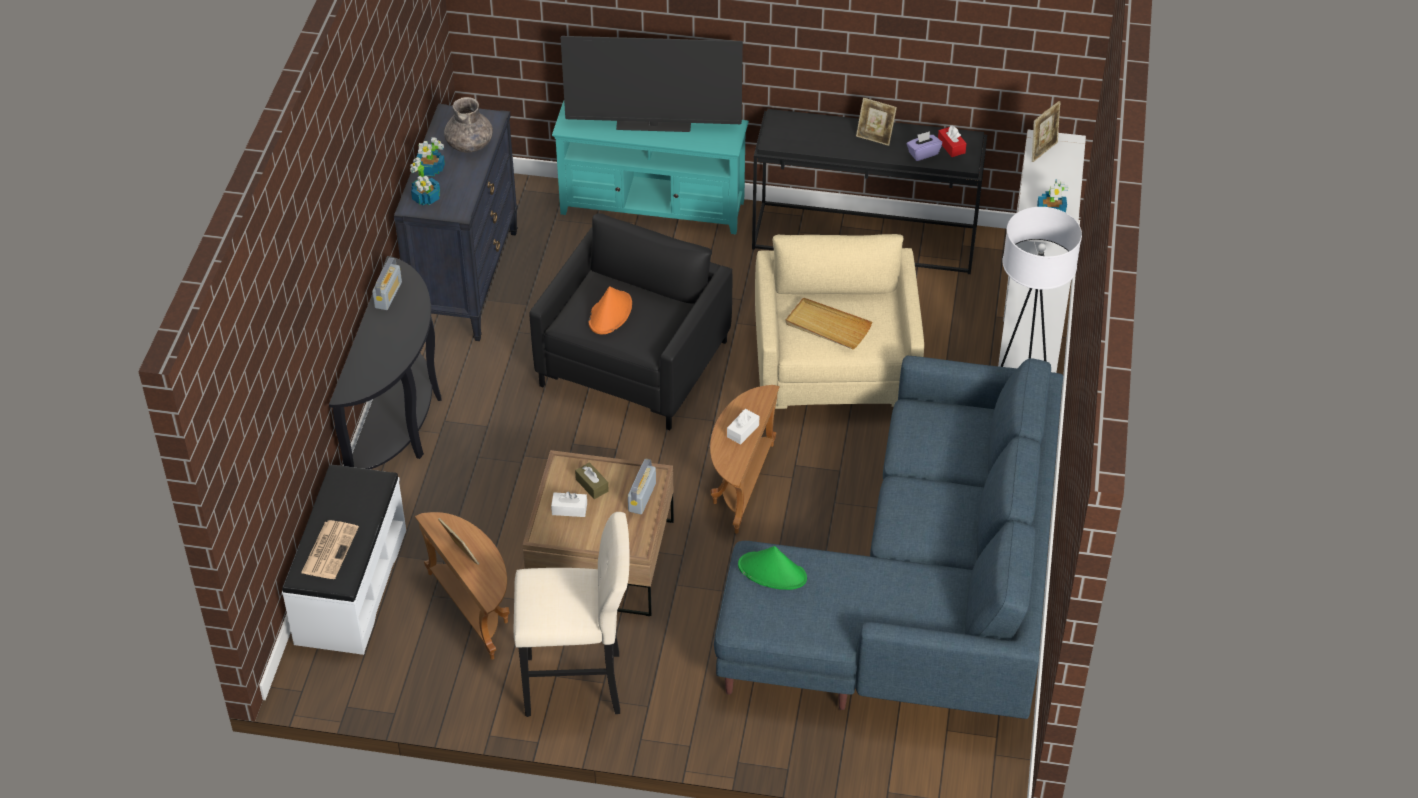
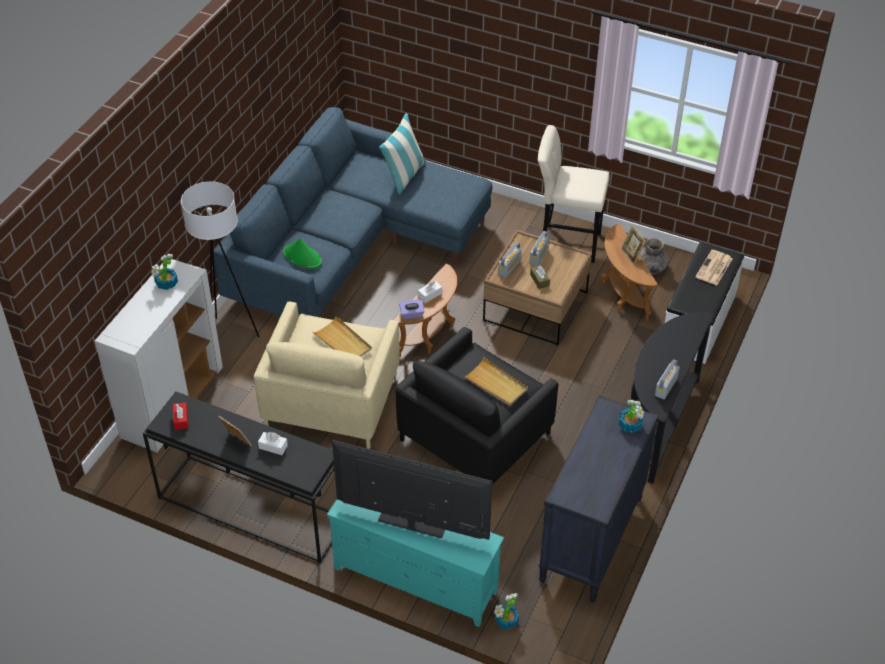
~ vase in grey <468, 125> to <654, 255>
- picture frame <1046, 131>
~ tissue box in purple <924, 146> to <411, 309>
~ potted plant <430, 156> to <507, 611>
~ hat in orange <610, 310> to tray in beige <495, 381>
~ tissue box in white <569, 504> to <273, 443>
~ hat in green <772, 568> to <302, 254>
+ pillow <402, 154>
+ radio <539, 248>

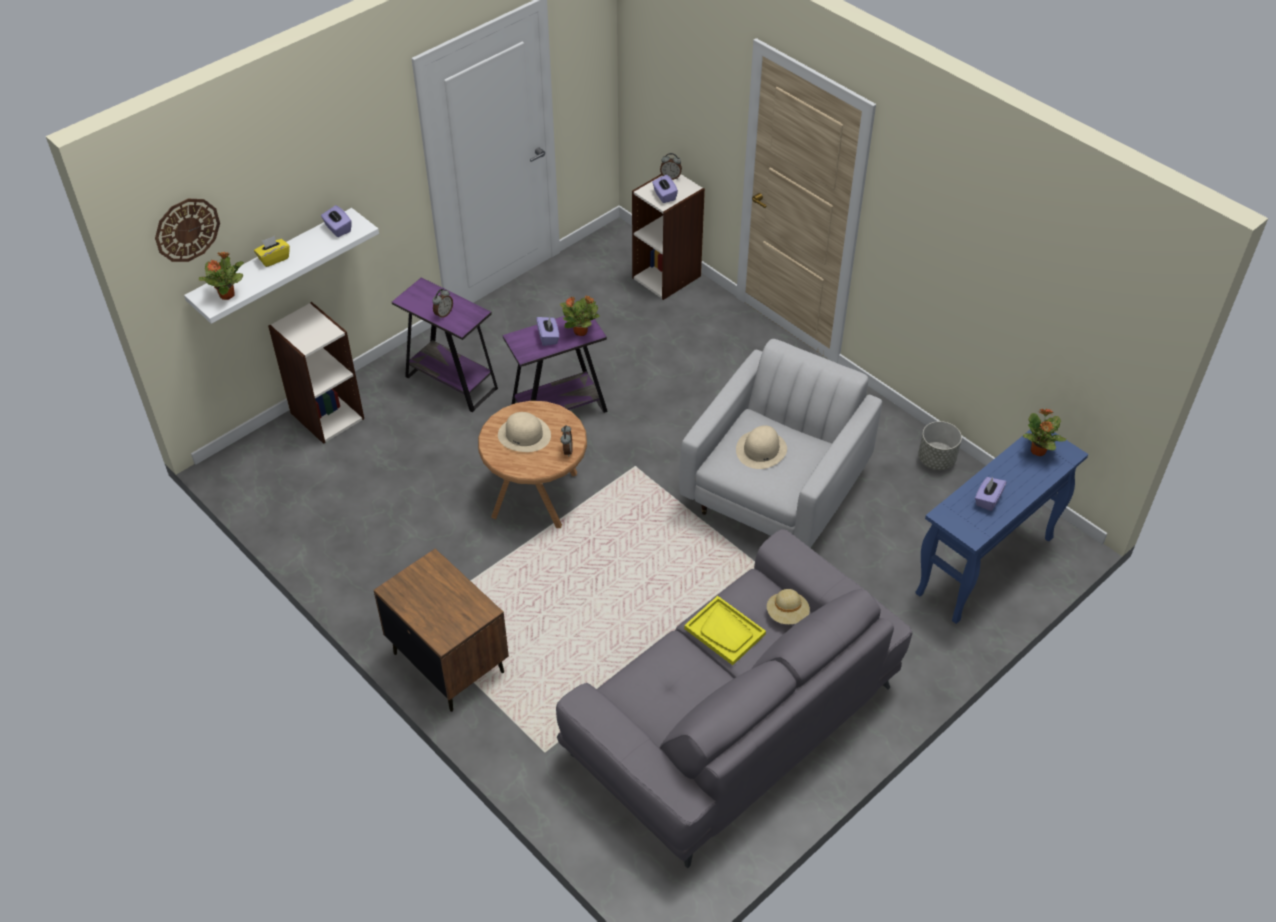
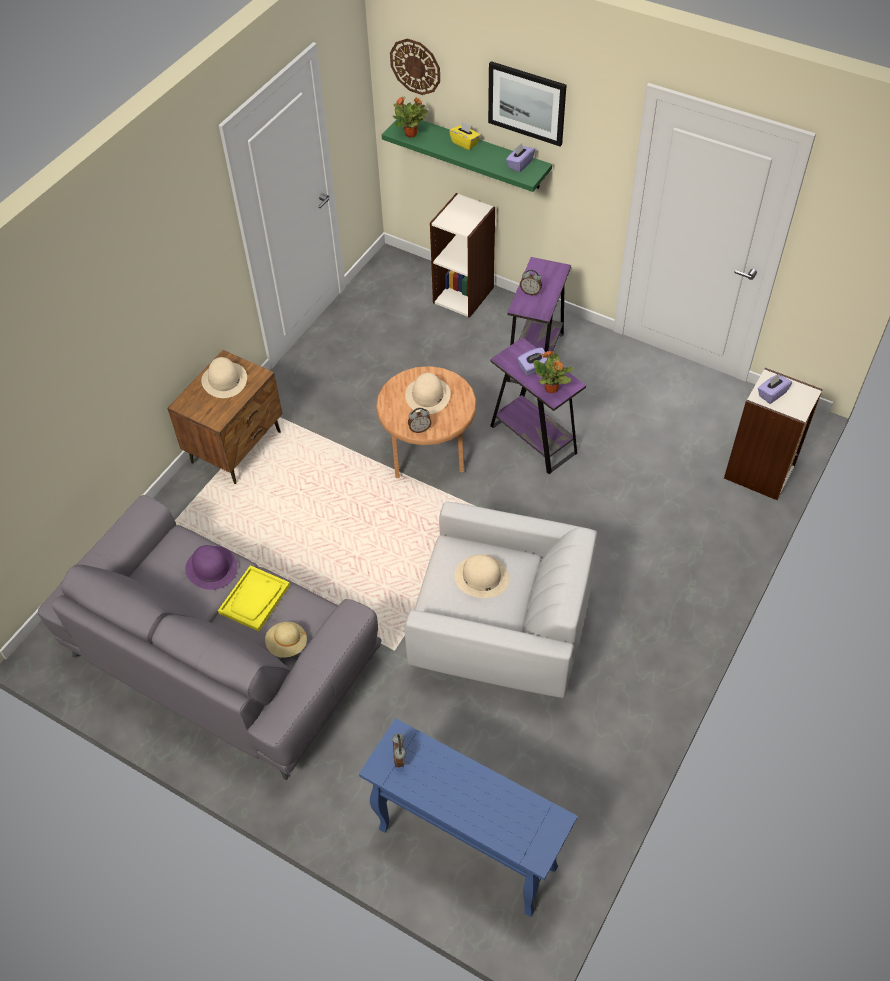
~ alarm clock <671, 166> to <399, 750>
~ shelf in white <281, 266> to shelf in green <467, 155>
- potted plant <1044, 432>
- planter in grey <940, 445>
- tissue box in purple <991, 494>
+ picture <527, 103>
+ hat in beige <224, 377>
+ hat in purple <211, 567>

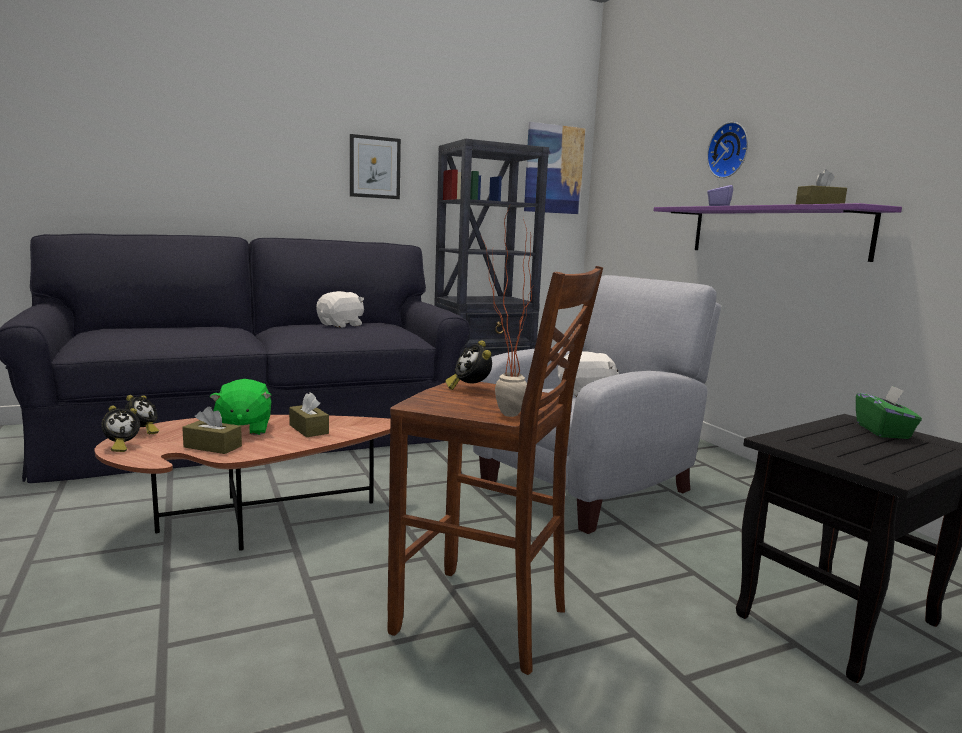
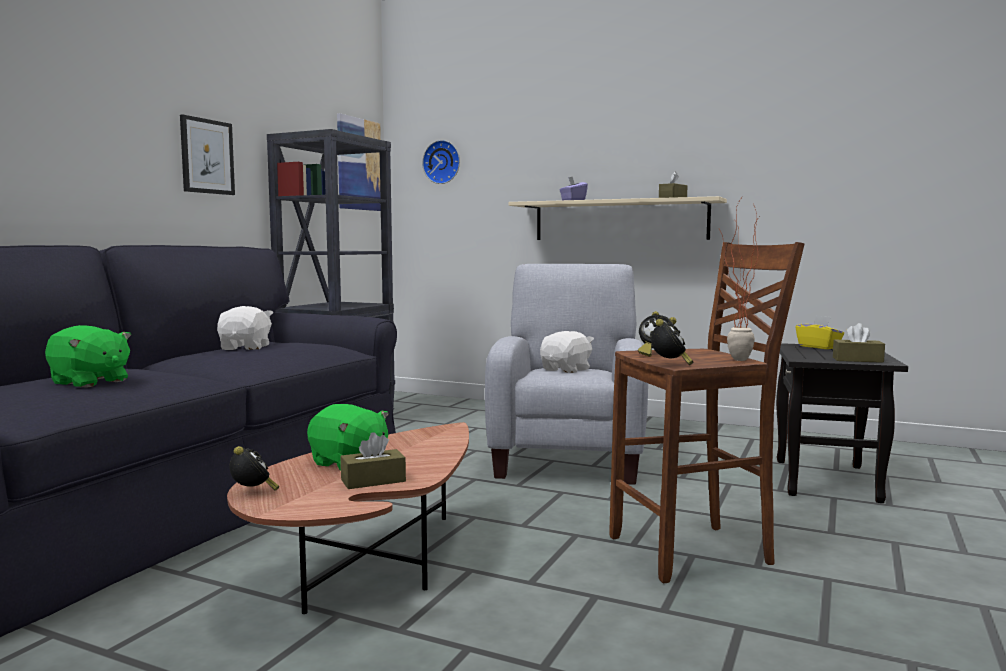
~ wall clock <727, 150> to <441, 162>
~ shelf in purple <778, 232> to shelf in beige <617, 218>
~ tissue box in green <889, 412> to tissue box in yellow <819, 332>
~ tissue box in brown <309, 414> to <859, 343>
~ alarm clock <120, 429> to <672, 342>
+ plush toy in green <88, 356>

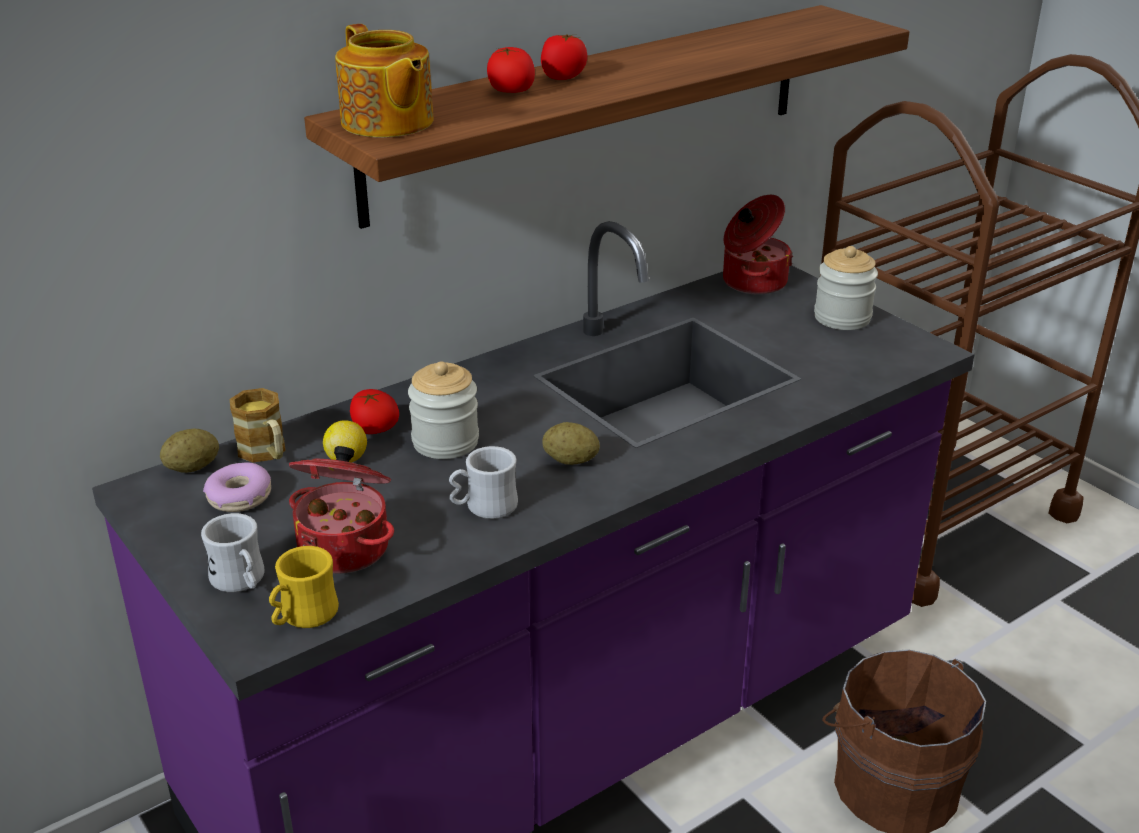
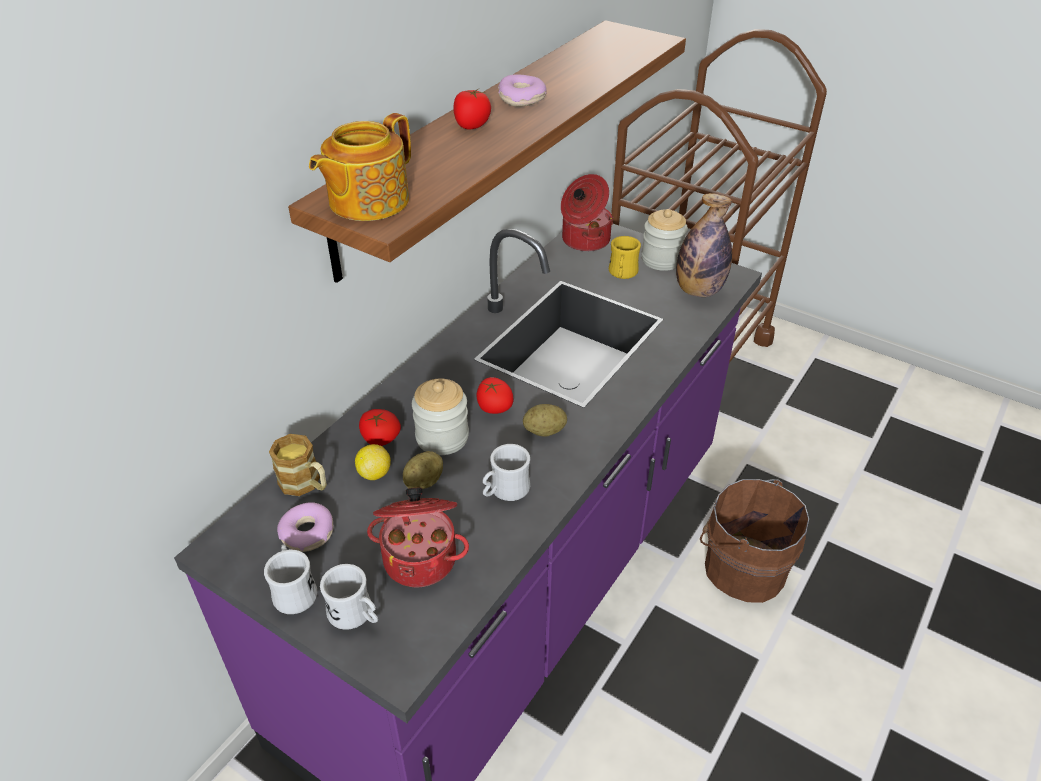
~ teapot <384, 81> = <360, 167> 90 degrees clockwise
~ tomato <511, 70> to <495, 395>
~ potato <189, 451> to <423, 470>
~ mug in yellow <304, 587> to <625, 257>
+ donut <522, 90>
+ bottle <704, 245>
+ mug in white <290, 579>

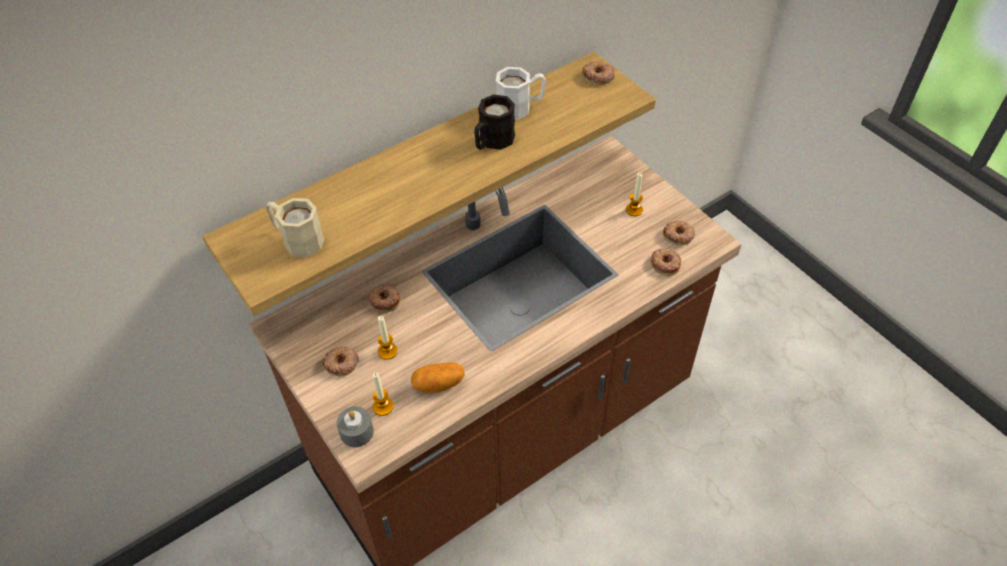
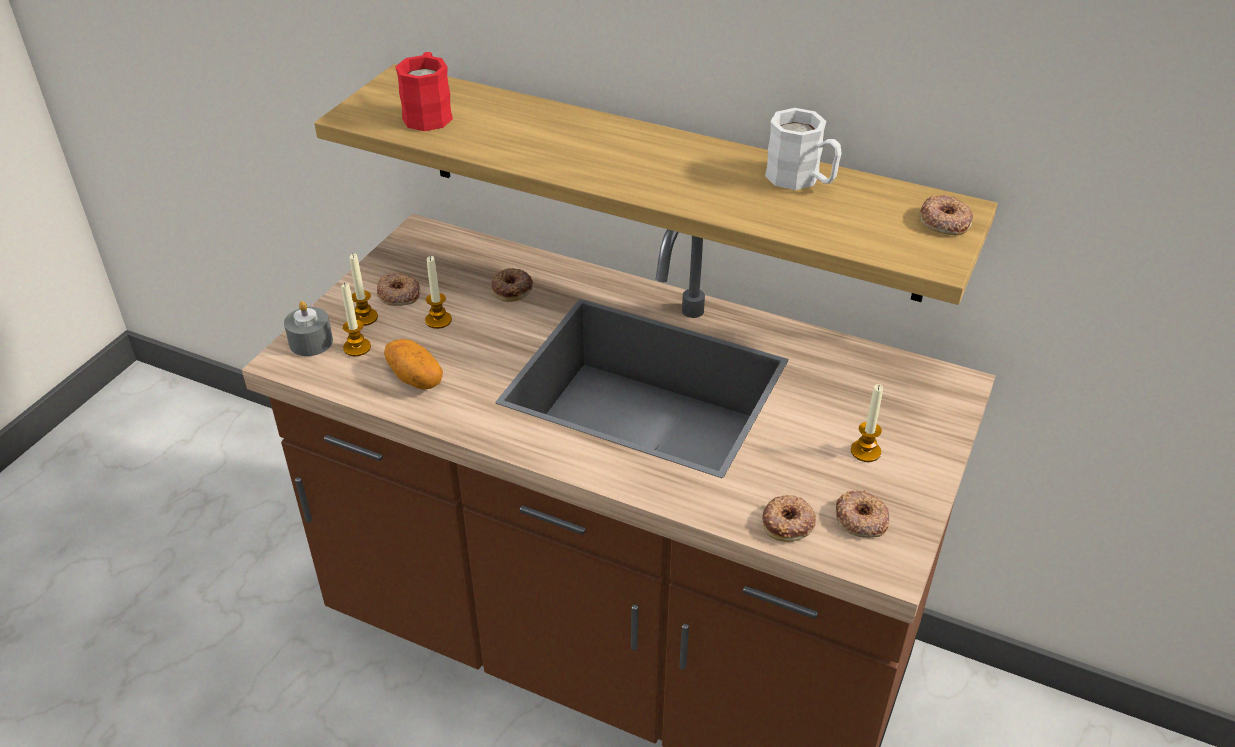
- mug in black <494, 122>
~ mug in beige <295, 227> to mug in red <424, 91>
+ candle <364, 290>

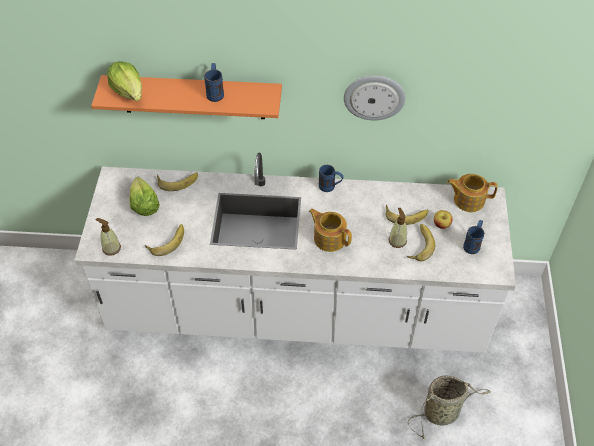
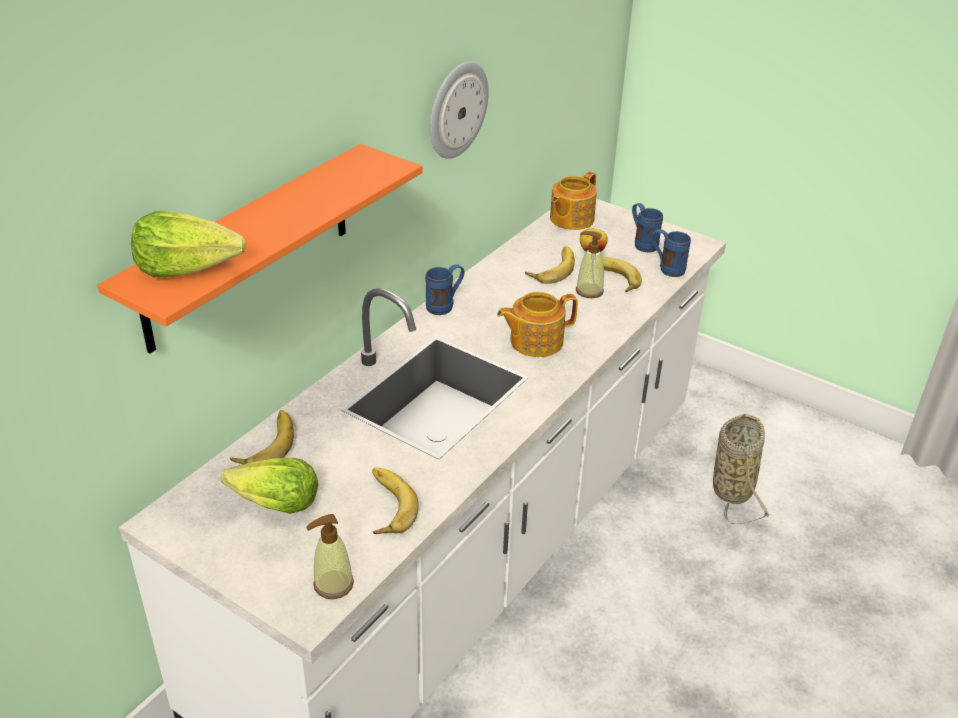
~ mug in blue <214, 82> to <671, 253>

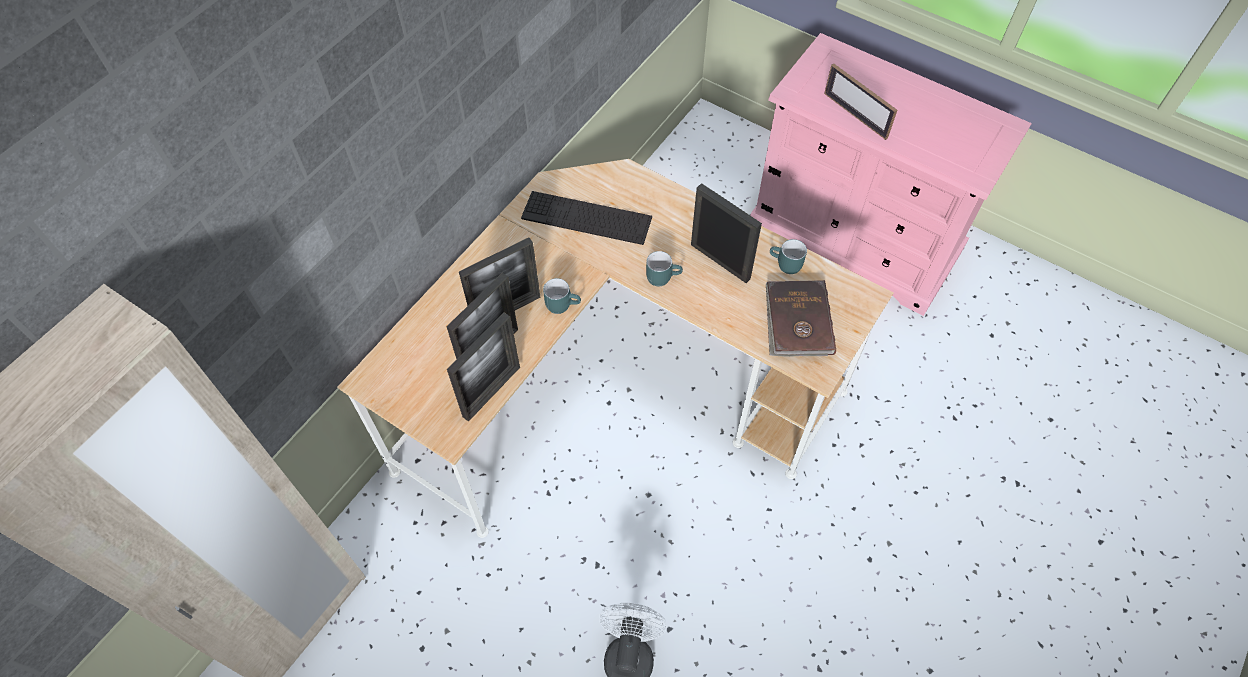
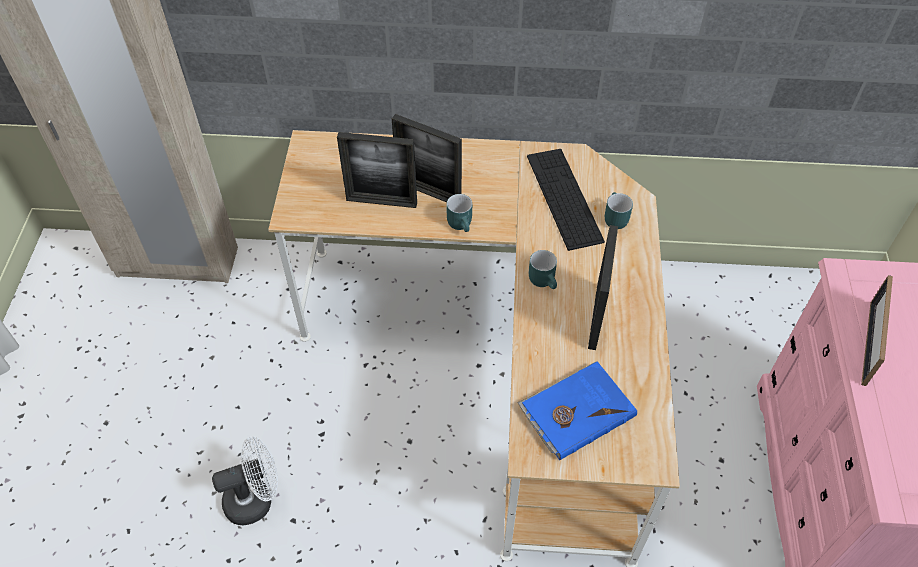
~ mug in turquoise <788, 256> to <619, 210>
~ book in brown <801, 318> to book in blue <577, 410>
- picture frame <483, 367>

